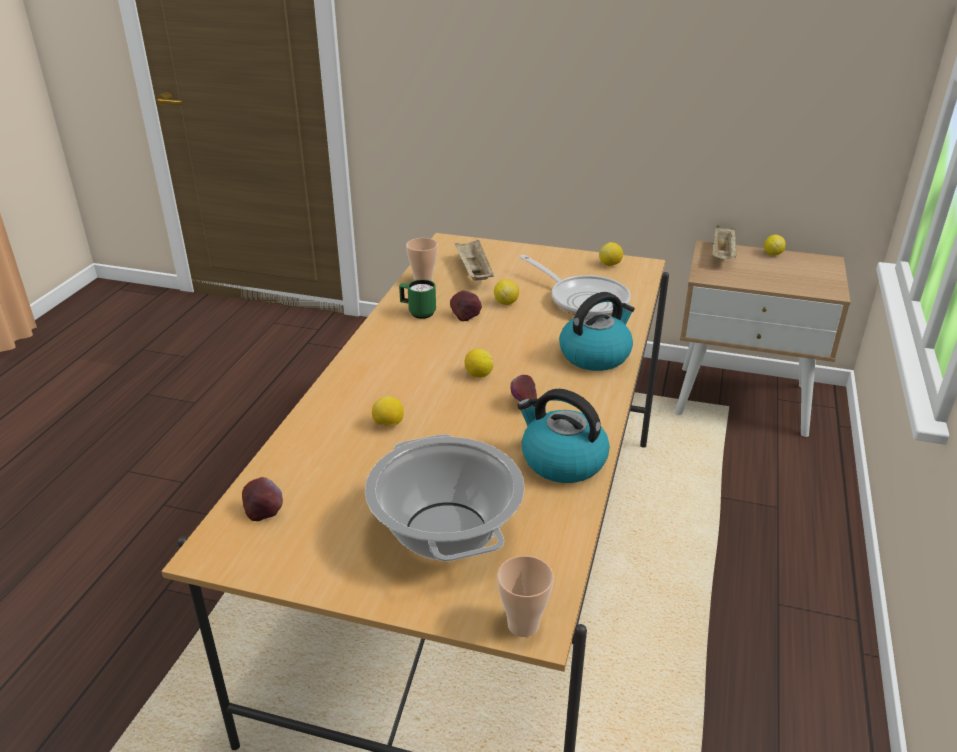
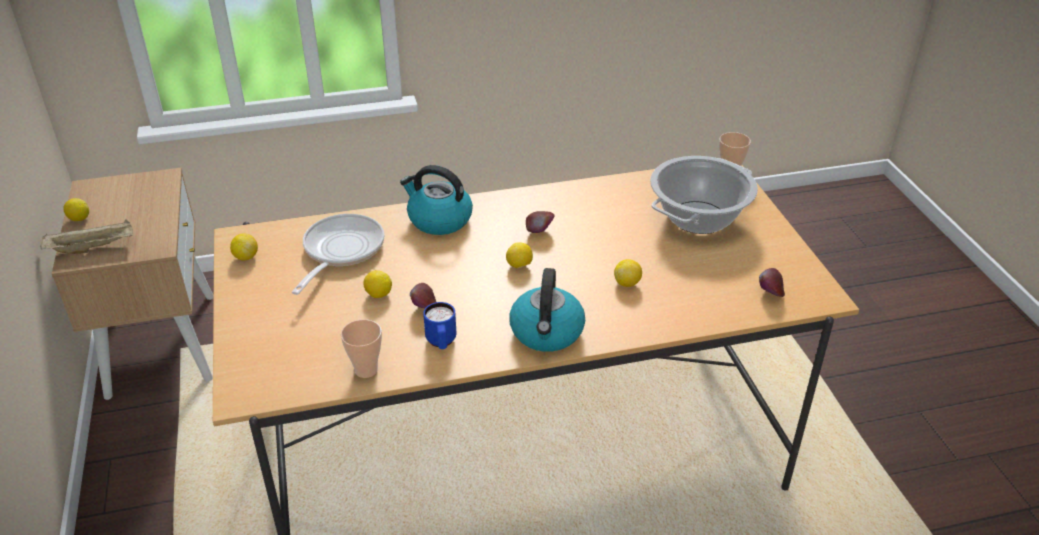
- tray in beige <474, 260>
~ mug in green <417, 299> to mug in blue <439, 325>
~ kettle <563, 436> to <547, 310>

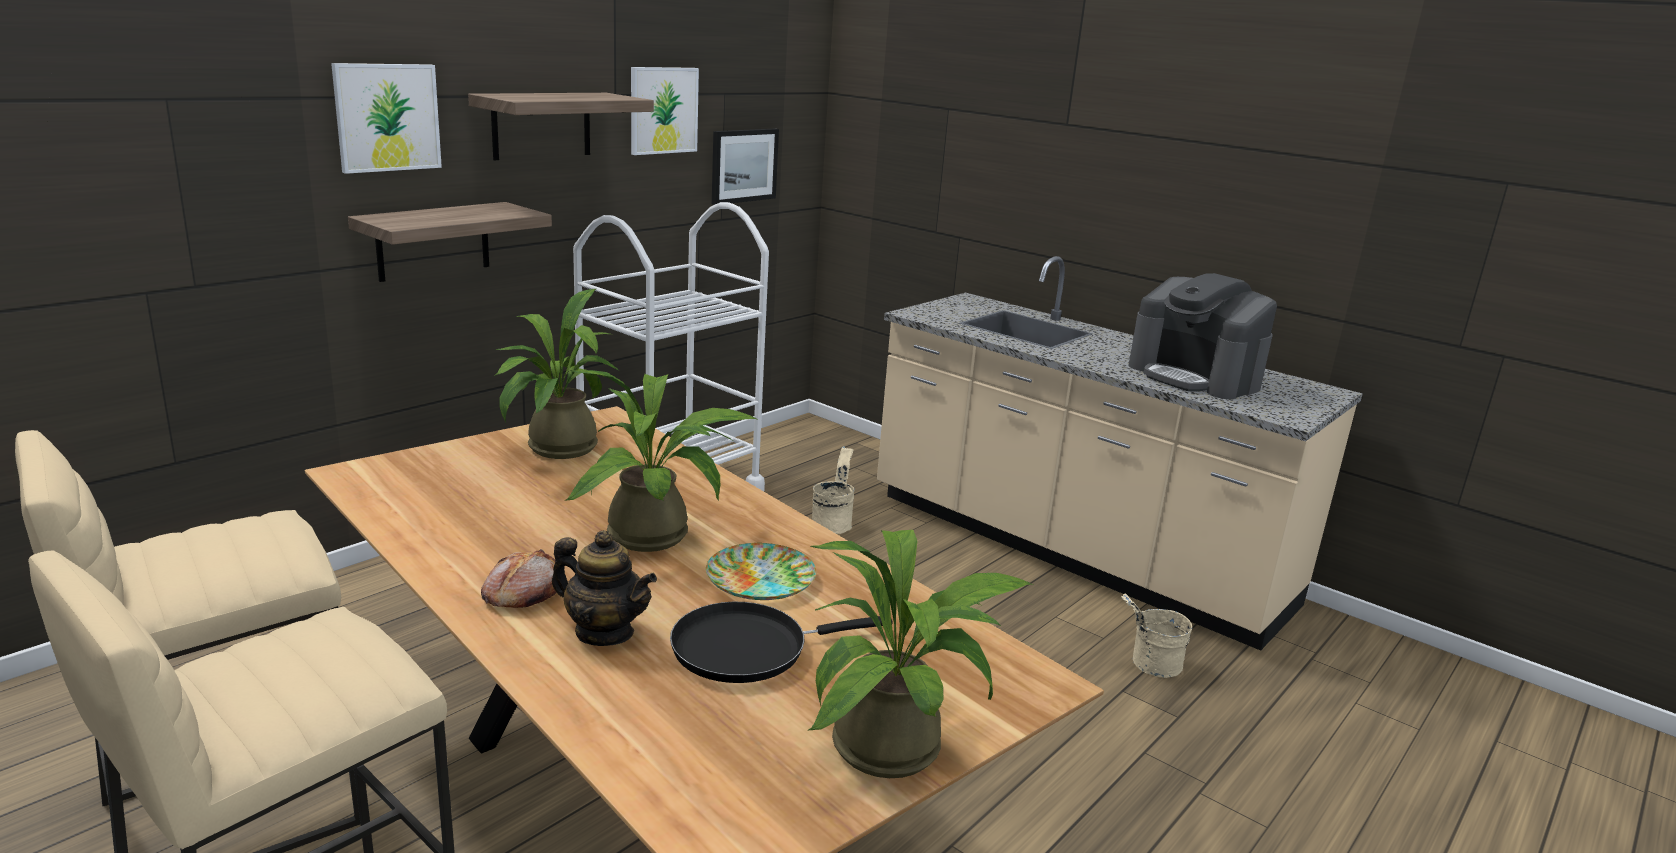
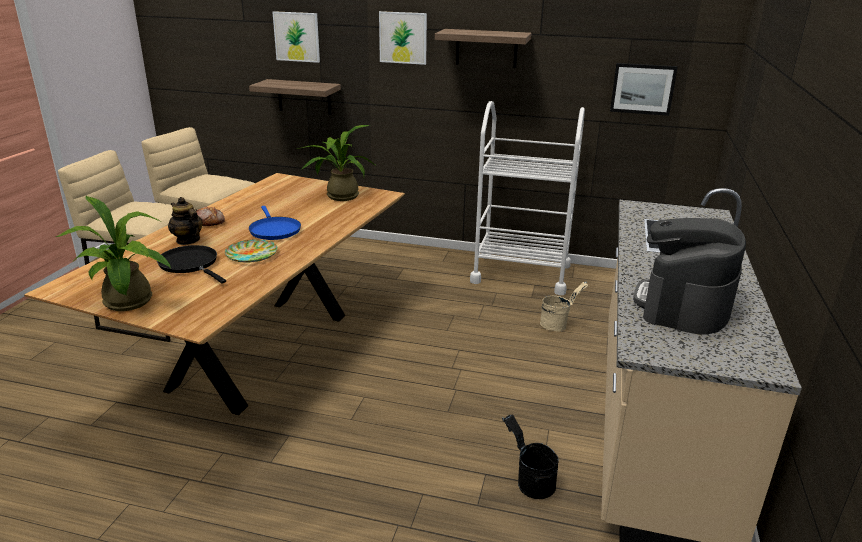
~ picture <665, 111> to <296, 37>
~ shelf <450, 242> to <295, 97>
~ potted plant <660, 461> to frying pan in blue <275, 223>
~ teapot <604, 588> = <185, 221> 135 degrees clockwise
~ bucket in beige <1156, 636> to bucket in black <530, 457>

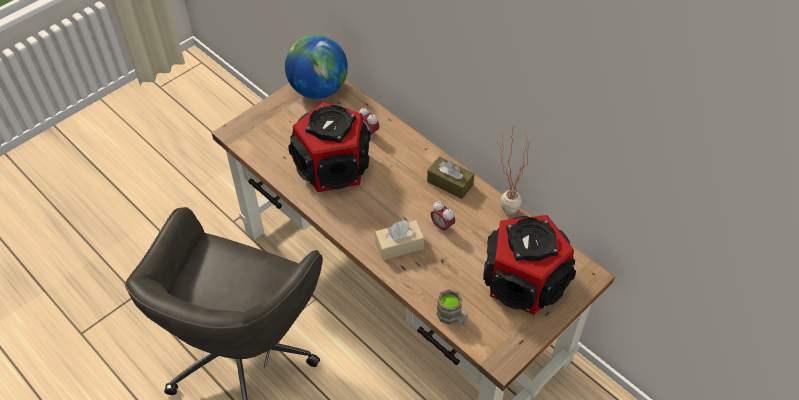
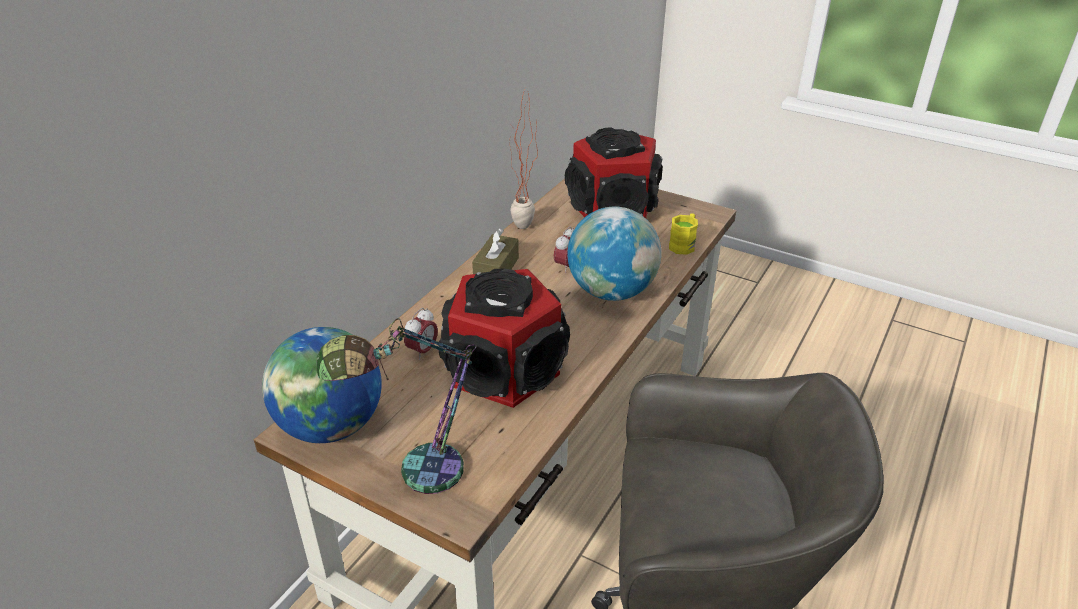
~ tissue box in beige <399, 240> to globe <614, 254>
~ mug in brown <452, 307> to mug in yellow <683, 234>
+ table lamp <397, 406>

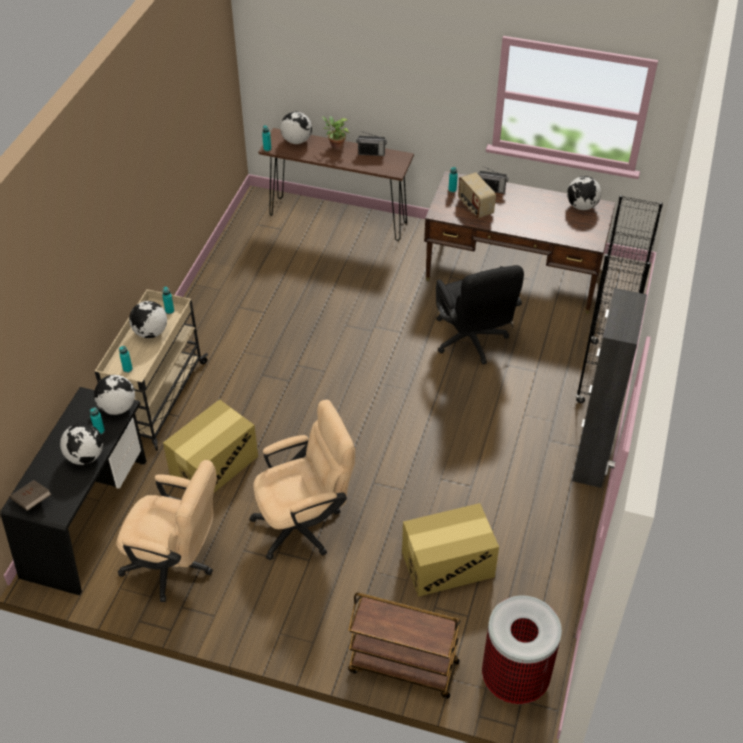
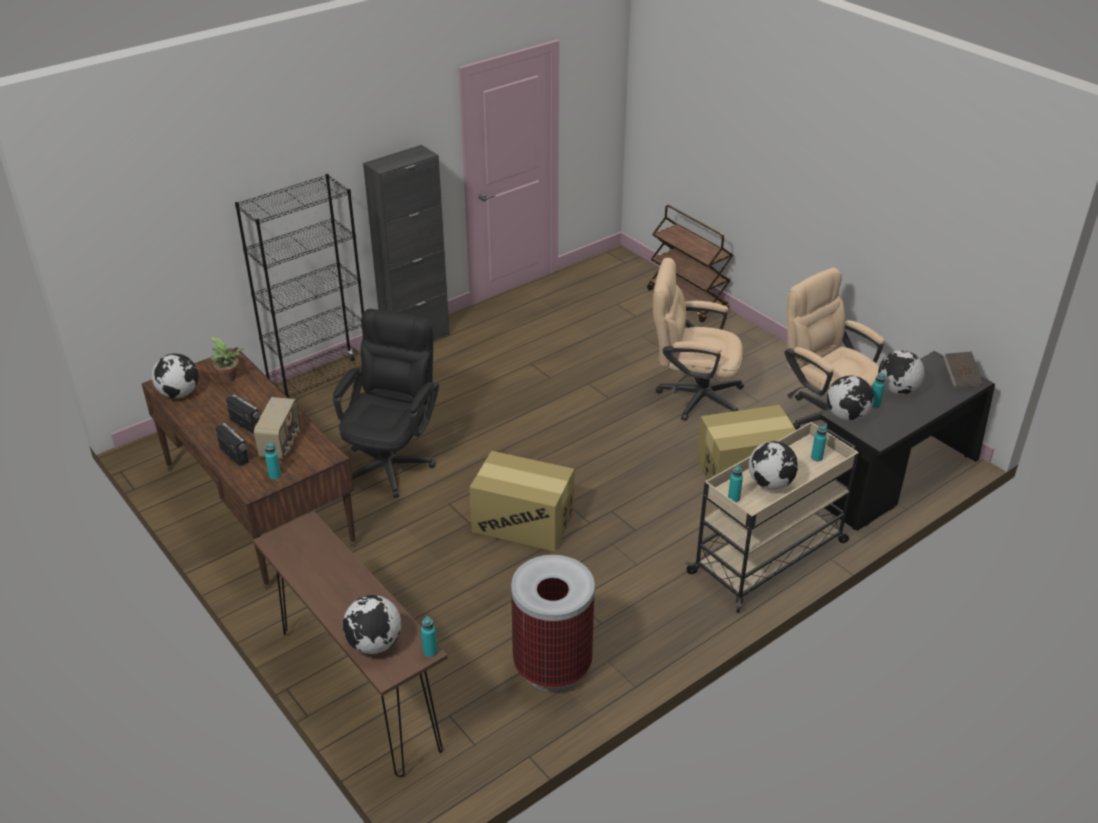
~ potted plant <335, 133> to <227, 359>
~ radio <371, 144> to <243, 414>
~ cardboard box <450, 550> to <522, 501>
~ trash can <522, 649> to <553, 623>

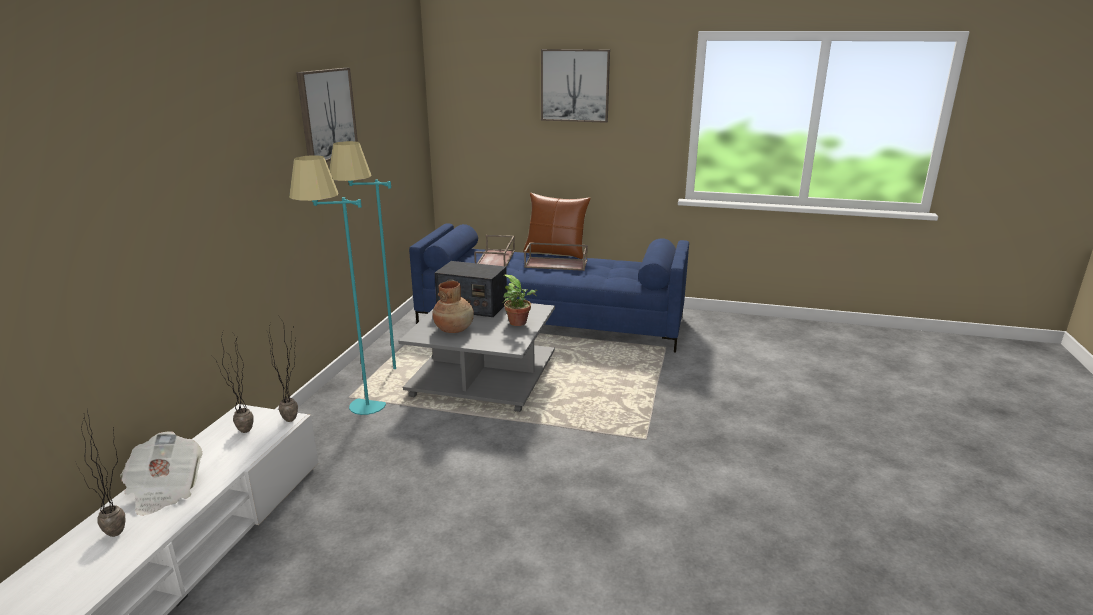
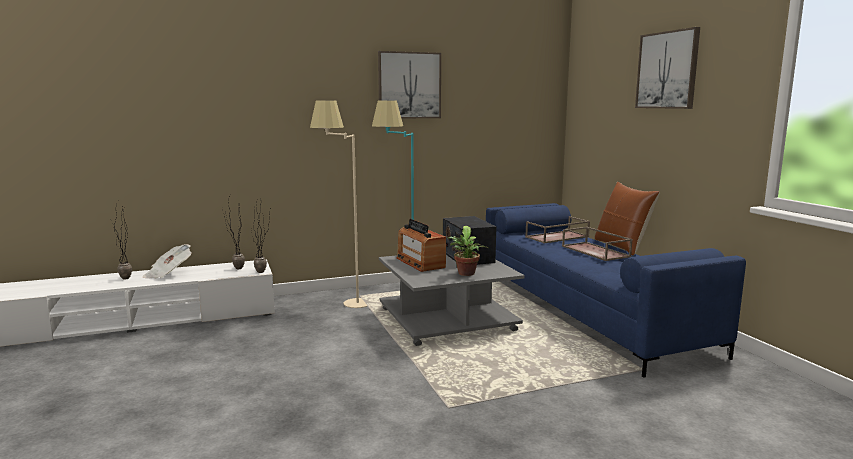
~ floor lamp in turquoise <337, 285> to floor lamp in beige <339, 204>
~ vase in brown <453, 307> to radio <421, 245>

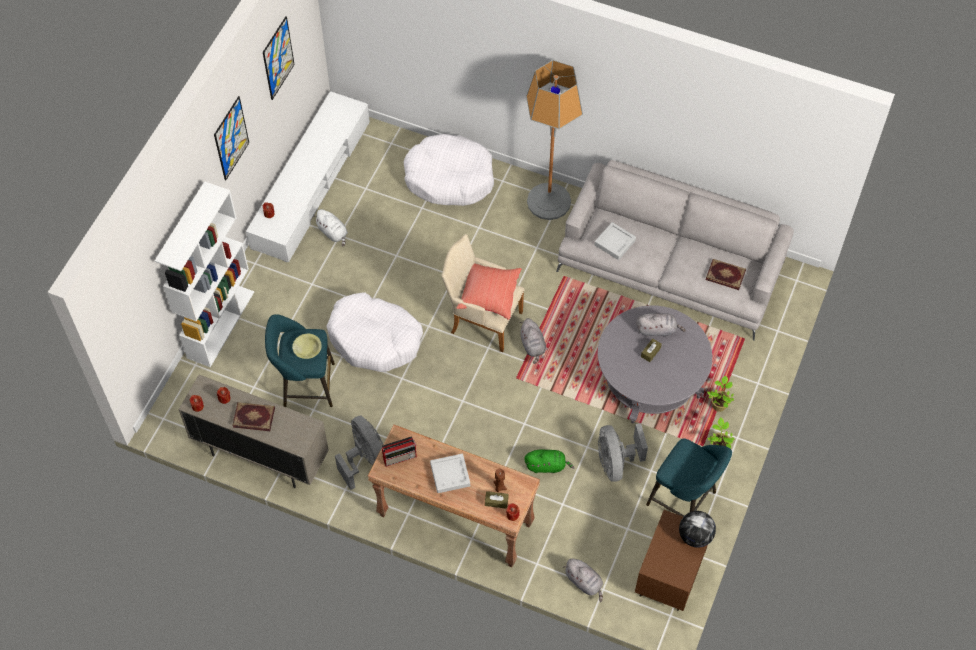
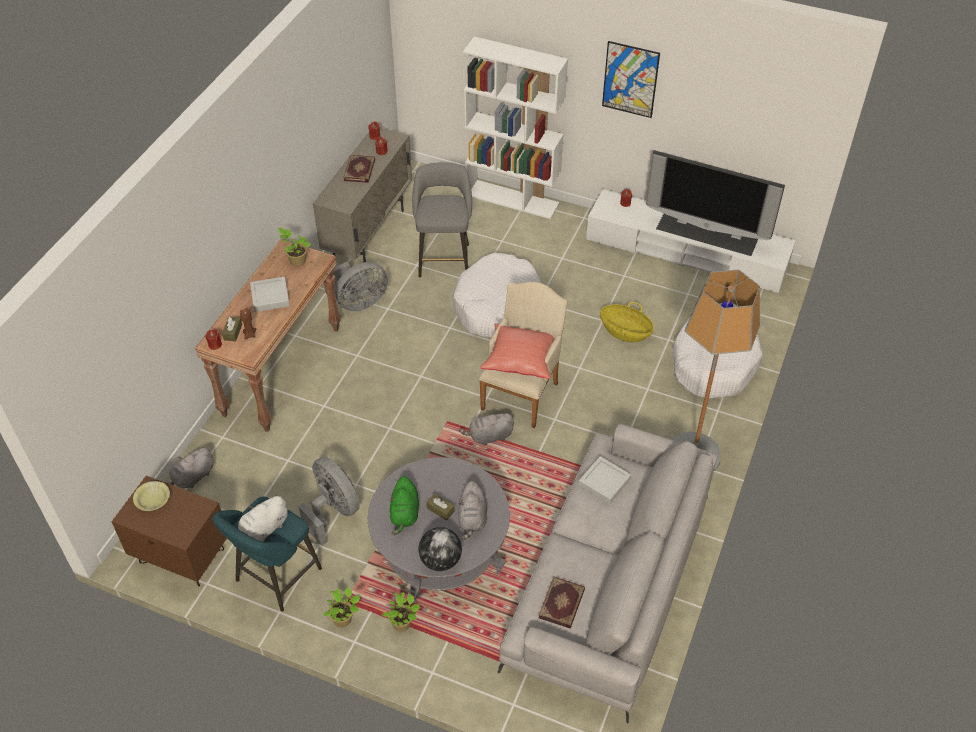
- picture <279, 58>
~ plush toy in white <330, 227> to <263, 518>
~ stool in turquoise <300, 360> to stool in grey <442, 220>
~ bowl in yellow <307, 346> to <151, 496>
~ fan in grey <623, 452> = <329, 501> 60 degrees clockwise
~ radio <399, 452> to potted plant <294, 247>
~ plush toy in green <549, 461> to <404, 505>
~ globe <697, 529> to <440, 549>
+ television <715, 203>
+ basket <627, 322>

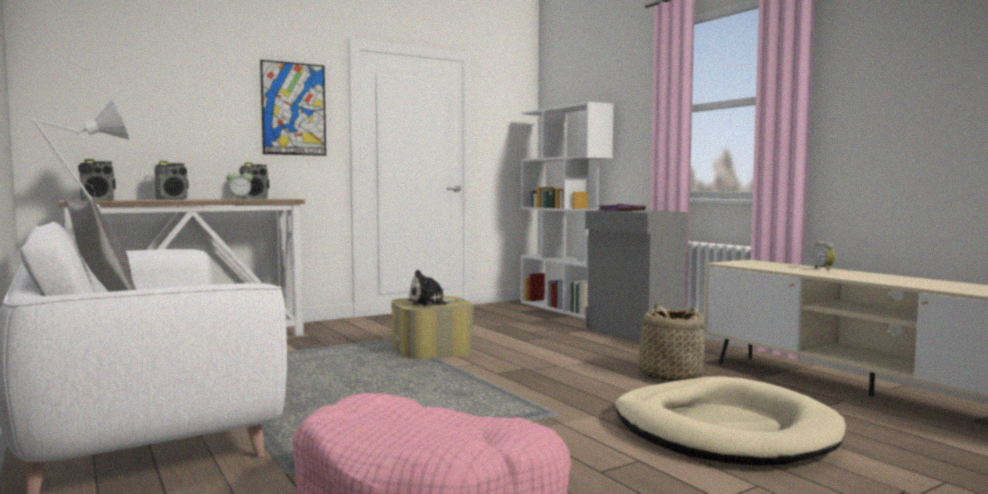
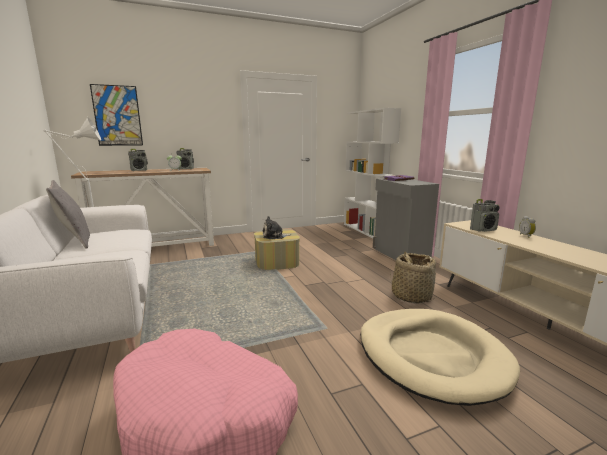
~ picture <293, 108> to <116, 115>
~ radio <97, 180> to <485, 215>

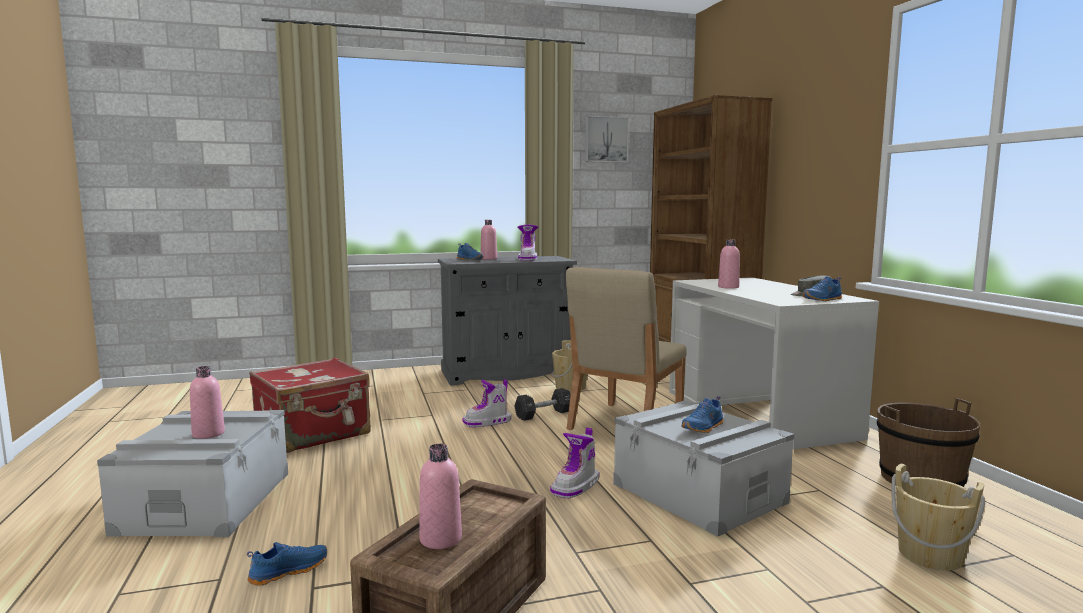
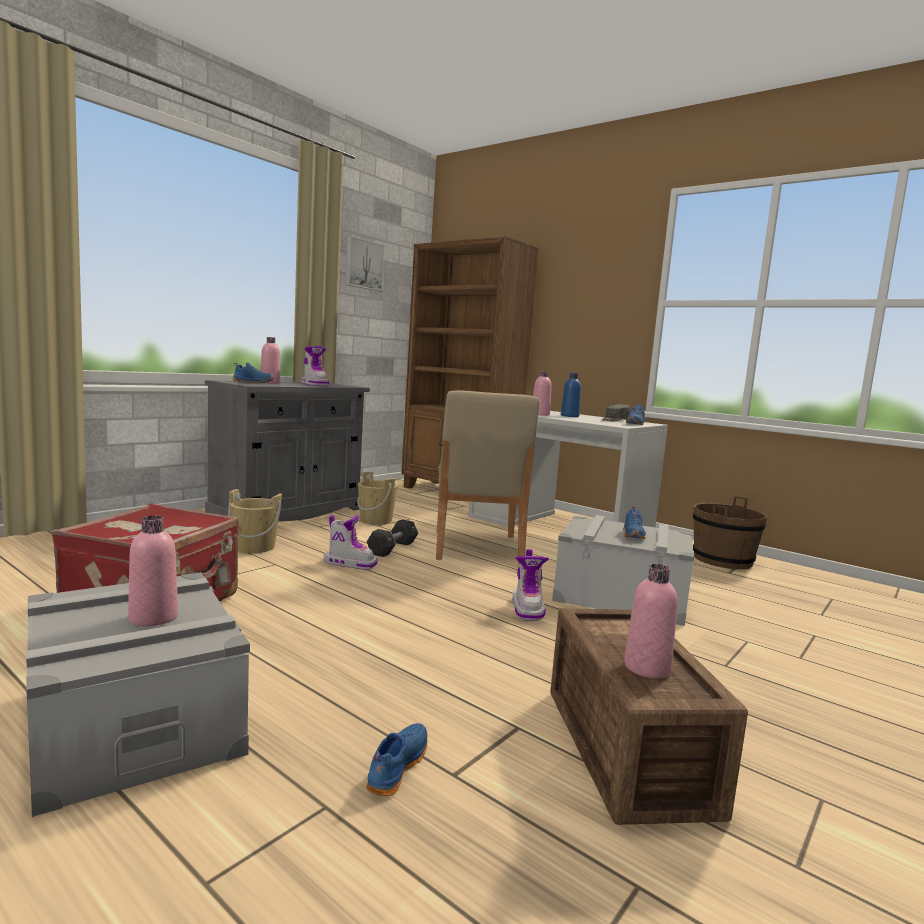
~ boot <487, 403> = <351, 542> 105 degrees counterclockwise
~ bucket in beige <938, 517> to <255, 521>
+ bottle in blue <571, 395>

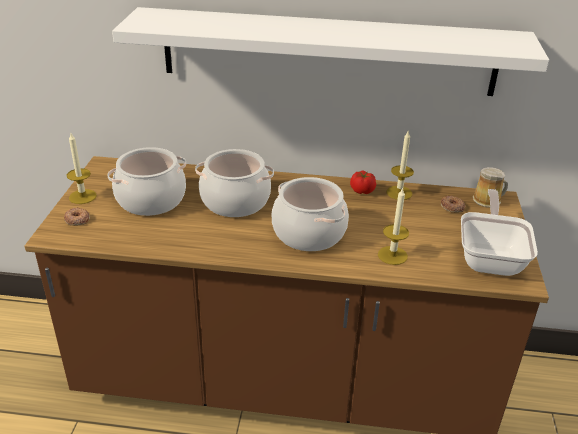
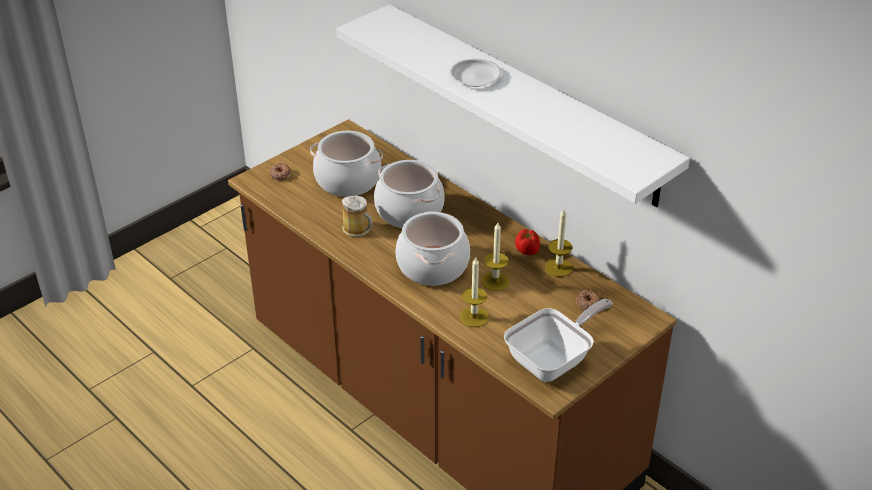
~ candle <82, 168> to <495, 257>
~ mug <490, 187> to <357, 216>
+ plate in white <475, 73>

